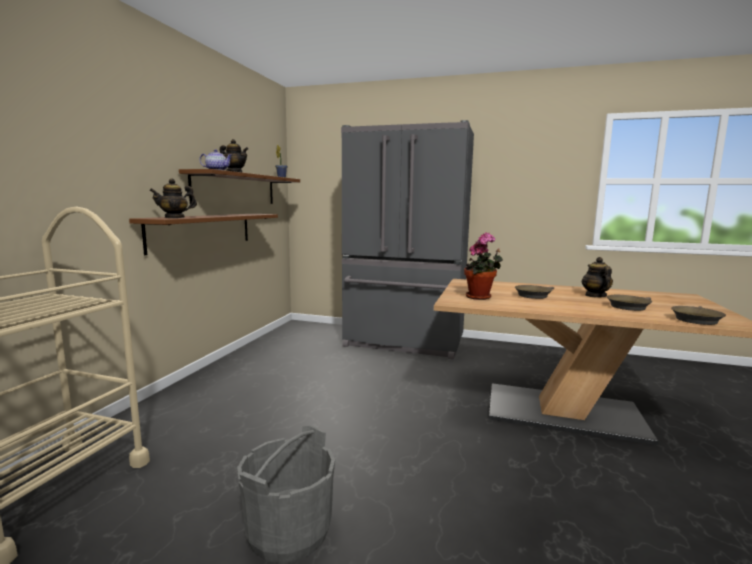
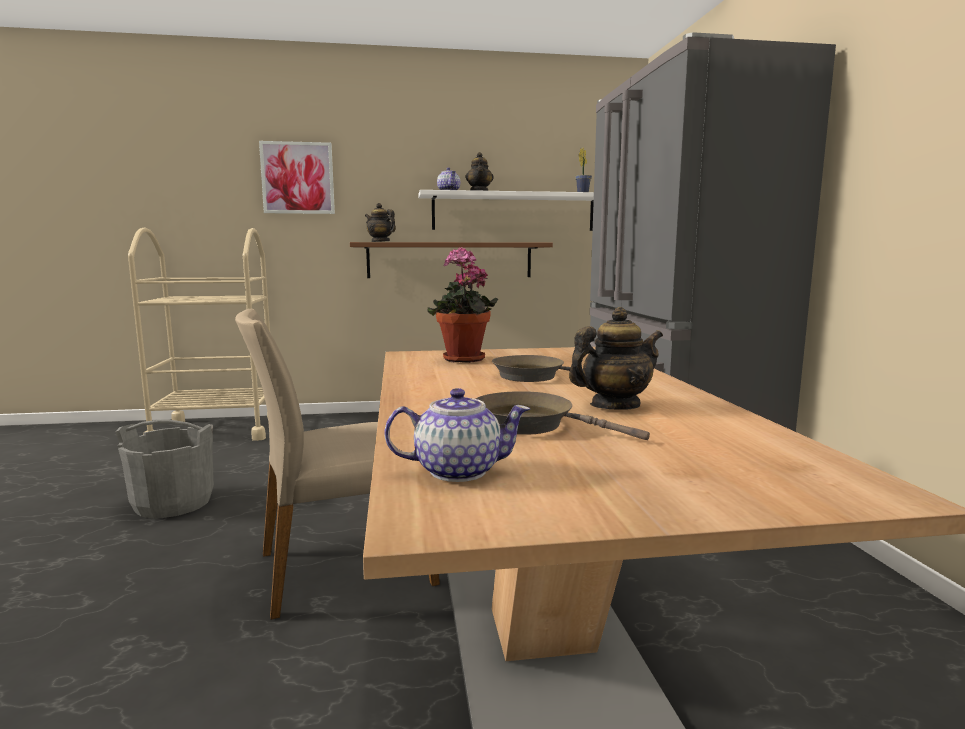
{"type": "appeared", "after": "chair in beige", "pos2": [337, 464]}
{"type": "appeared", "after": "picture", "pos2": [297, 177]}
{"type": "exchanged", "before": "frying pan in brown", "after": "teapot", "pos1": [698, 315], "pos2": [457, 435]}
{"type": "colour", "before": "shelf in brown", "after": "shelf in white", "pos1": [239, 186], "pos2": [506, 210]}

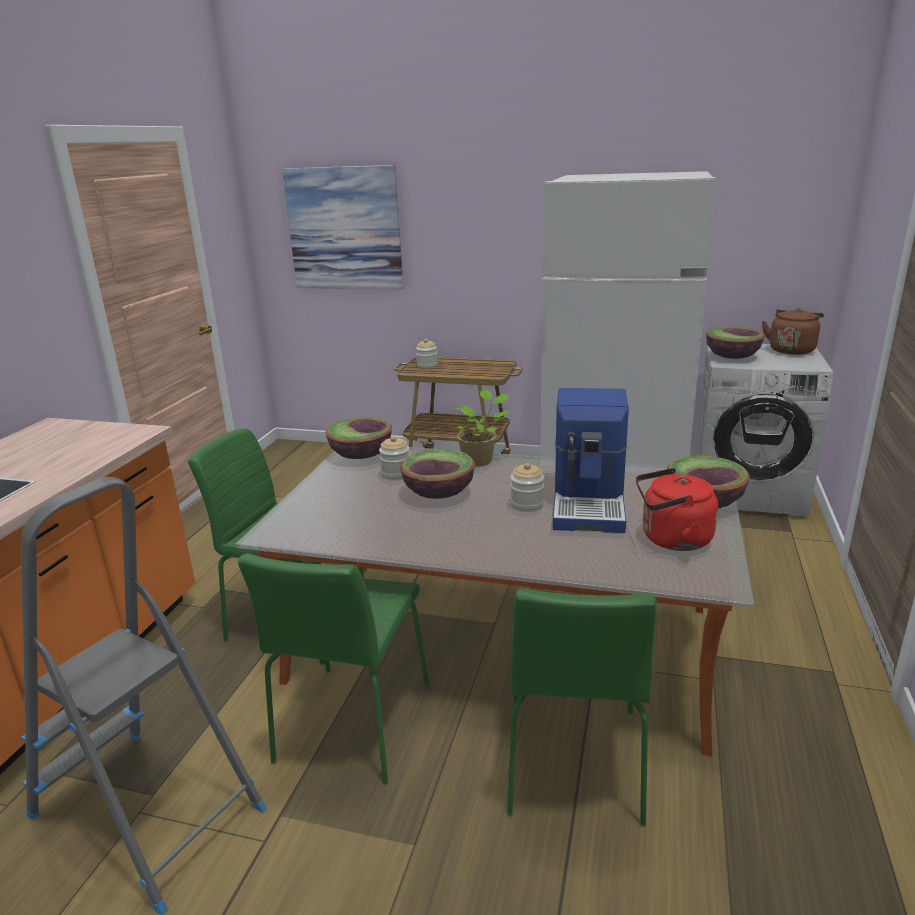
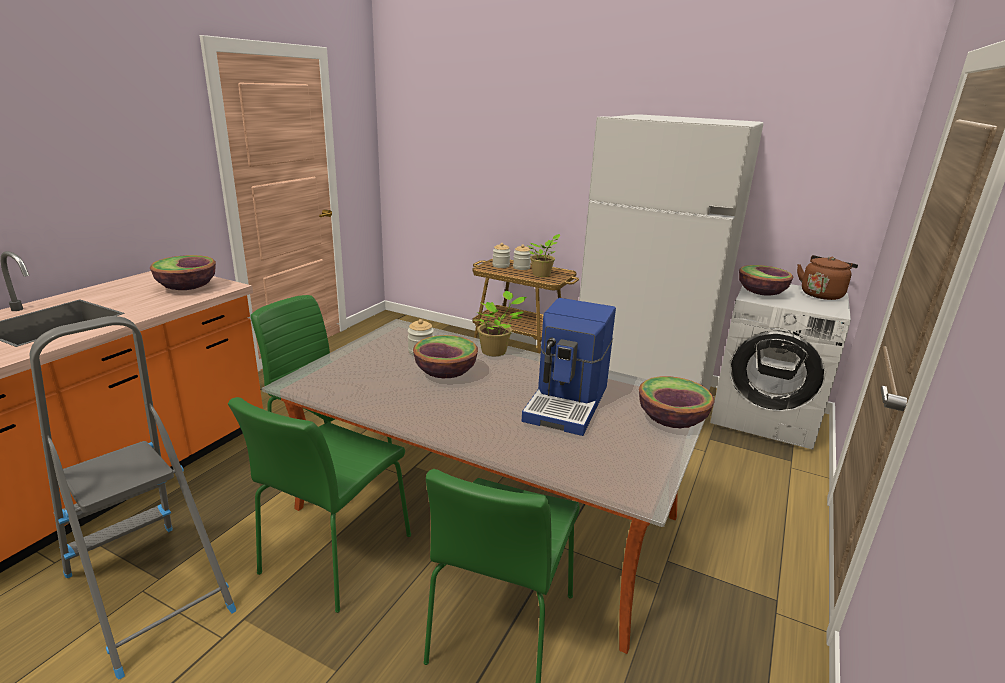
{"type": "relocated", "before": "bowl", "pos1": [359, 438], "pos2": [183, 272]}
{"type": "relocated", "before": "jar", "pos1": [527, 487], "pos2": [522, 257]}
{"type": "appeared", "after": "potted plant", "pos2": [544, 255]}
{"type": "missing", "before": "picture", "pos1": [342, 227]}
{"type": "missing", "before": "kettle in red", "pos1": [677, 509]}

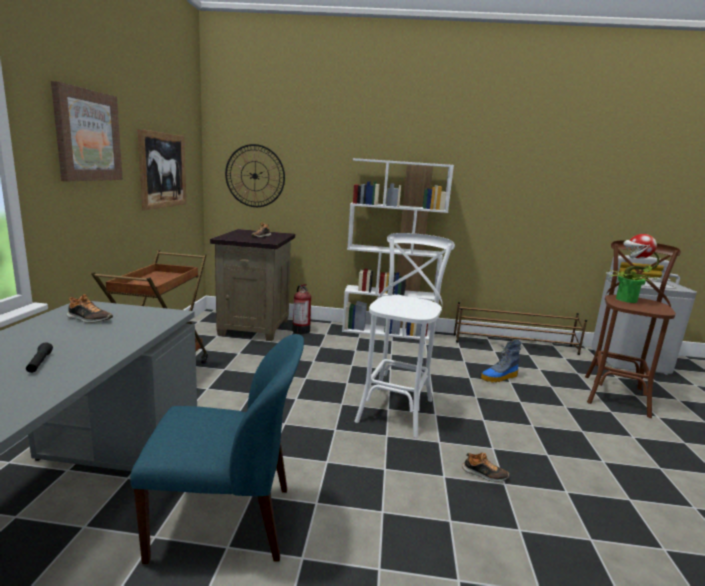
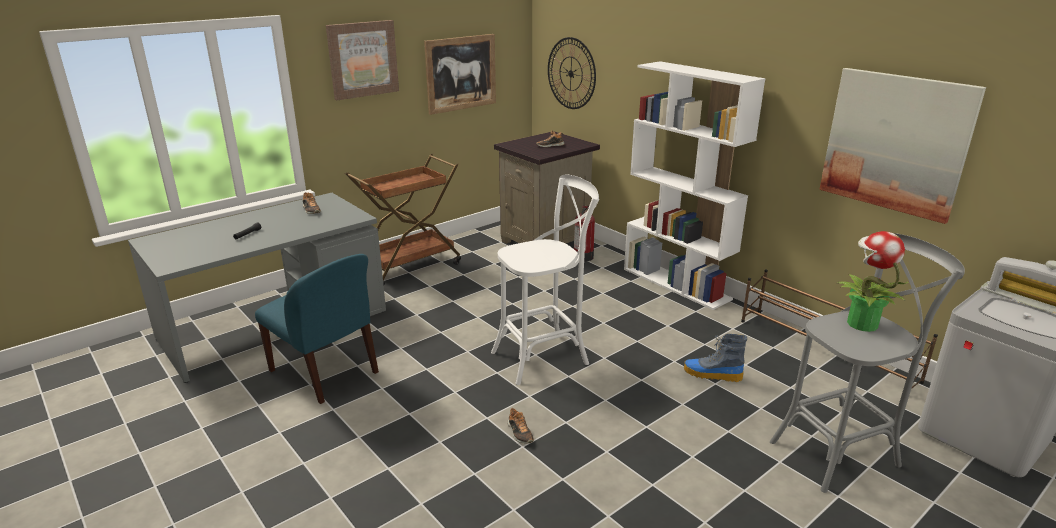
{"type": "colour", "before": "stool in brown", "after": "stool in grey", "pos1": [633, 329], "pos2": [867, 363]}
{"type": "appeared", "after": "picture", "pos2": [902, 146]}

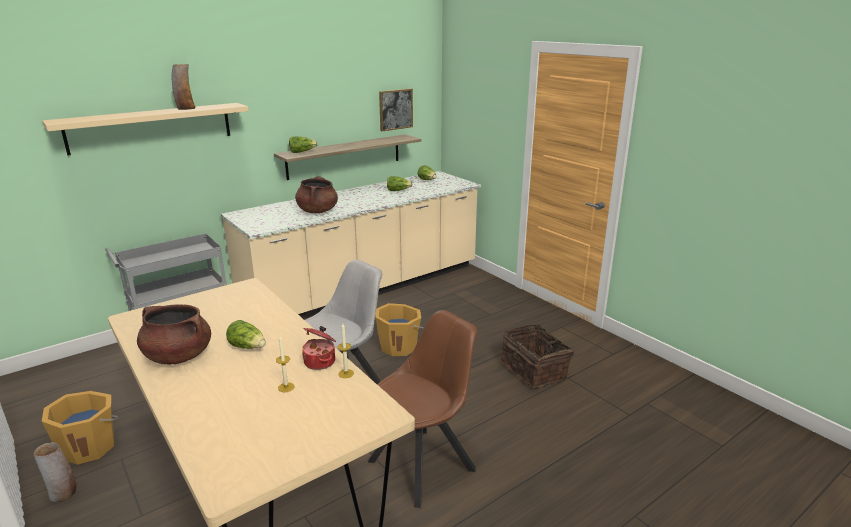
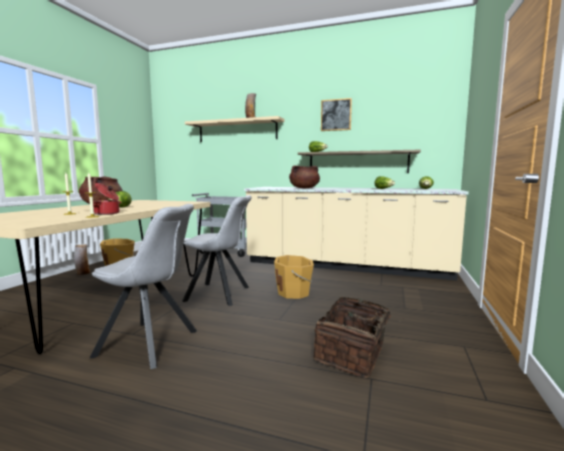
{"type": "colour", "before": "chair in brown", "after": "chair in grey", "pos1": [422, 409], "pos2": [143, 286]}
{"type": "relocated", "before": "picture", "pos1": [396, 110], "pos2": [336, 114]}

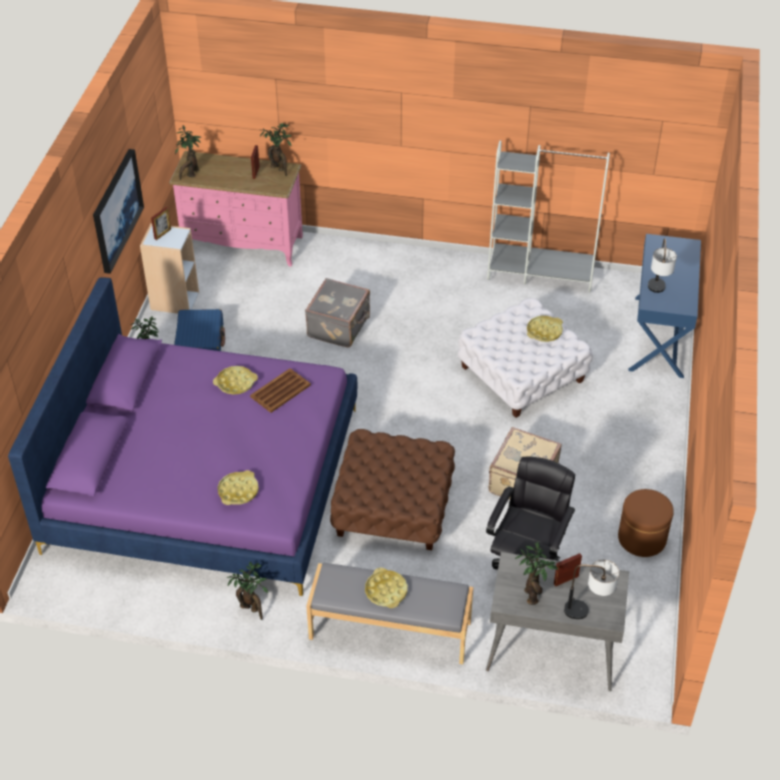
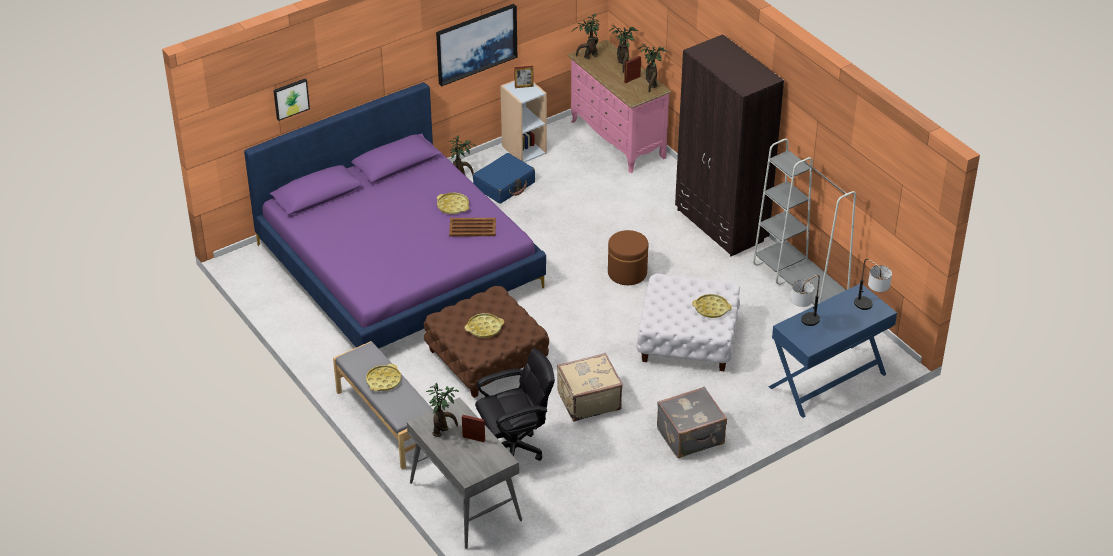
{"type": "appeared", "after": "picture", "pos2": [291, 100]}
{"type": "relocated", "before": "tray in yellow", "pos1": [238, 487], "pos2": [484, 325]}
{"type": "relocated", "before": "ottoman in brown", "pos1": [646, 523], "pos2": [628, 257]}
{"type": "relocated", "before": "potted plant", "pos1": [247, 591], "pos2": [624, 49]}
{"type": "relocated", "before": "suitcase in grey", "pos1": [337, 313], "pos2": [692, 422]}
{"type": "appeared", "after": "wardrobe in brown", "pos2": [729, 145]}
{"type": "relocated", "before": "table lamp", "pos1": [591, 589], "pos2": [873, 284]}

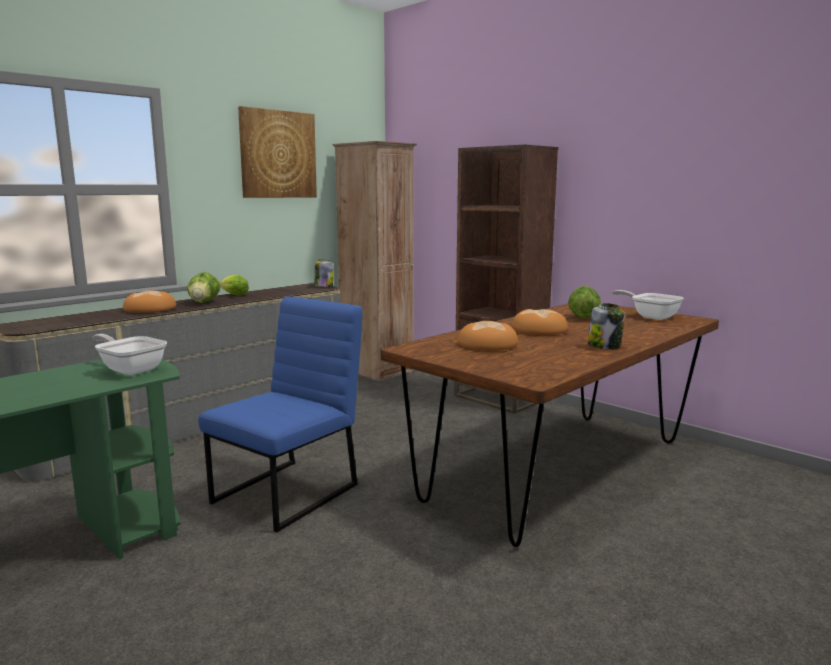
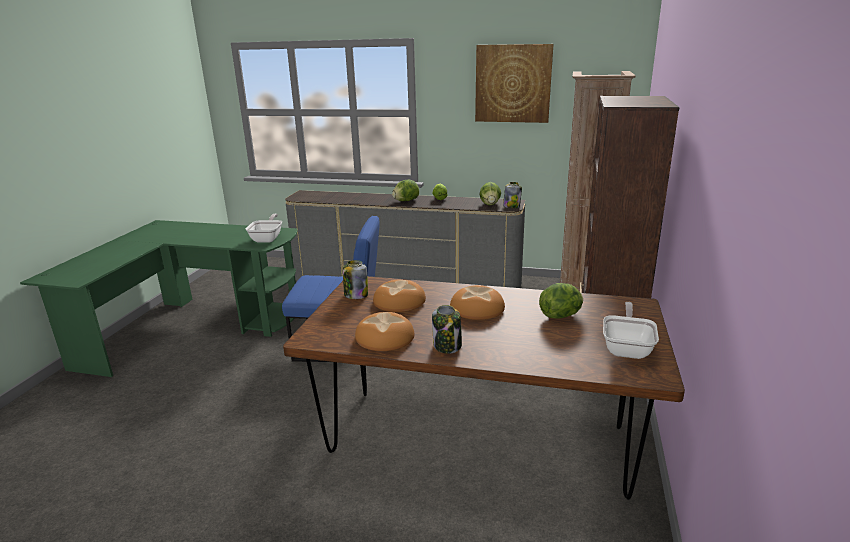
{"type": "appeared", "after": "jar", "pos2": [355, 279]}
{"type": "relocated", "before": "bread", "pos1": [149, 301], "pos2": [384, 331]}
{"type": "appeared", "after": "lettuce", "pos2": [490, 193]}

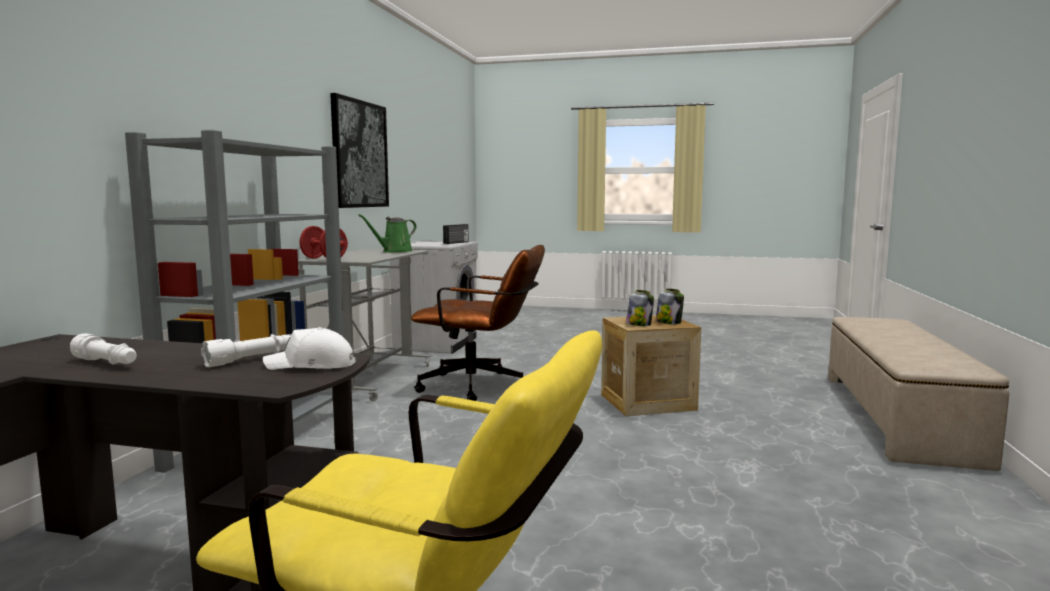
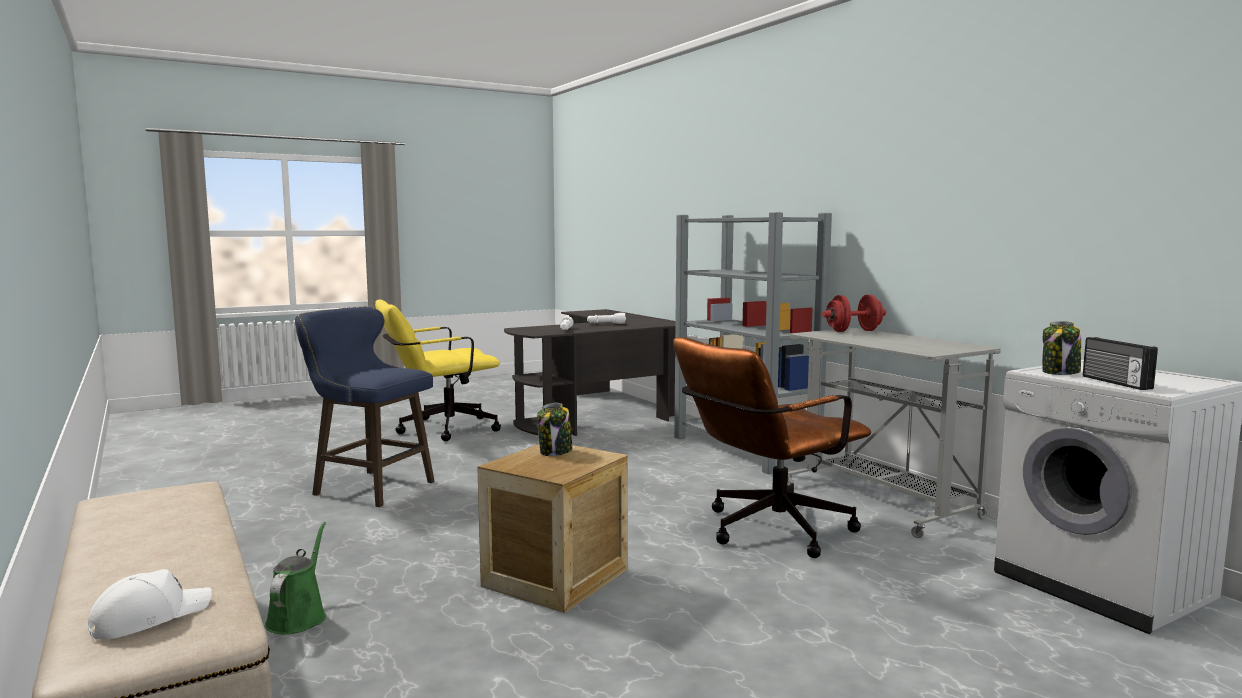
{"type": "relocated", "before": "cap in white", "pos1": [309, 348], "pos2": [150, 604]}
{"type": "relocated", "before": "watering can in green", "pos1": [387, 233], "pos2": [295, 578]}
{"type": "appeared", "after": "stool in blue", "pos2": [365, 406]}
{"type": "relocated", "before": "jar", "pos1": [670, 306], "pos2": [1061, 348]}
{"type": "missing", "before": "picture", "pos1": [359, 150]}

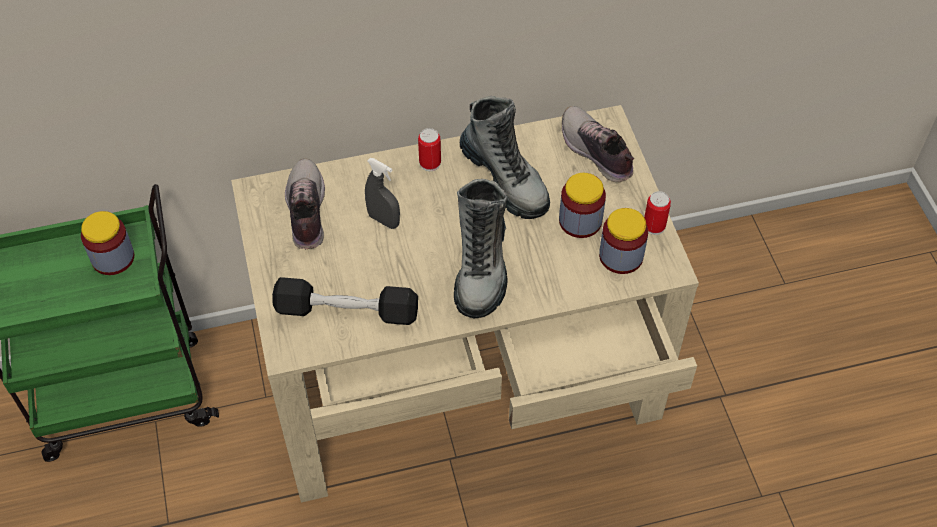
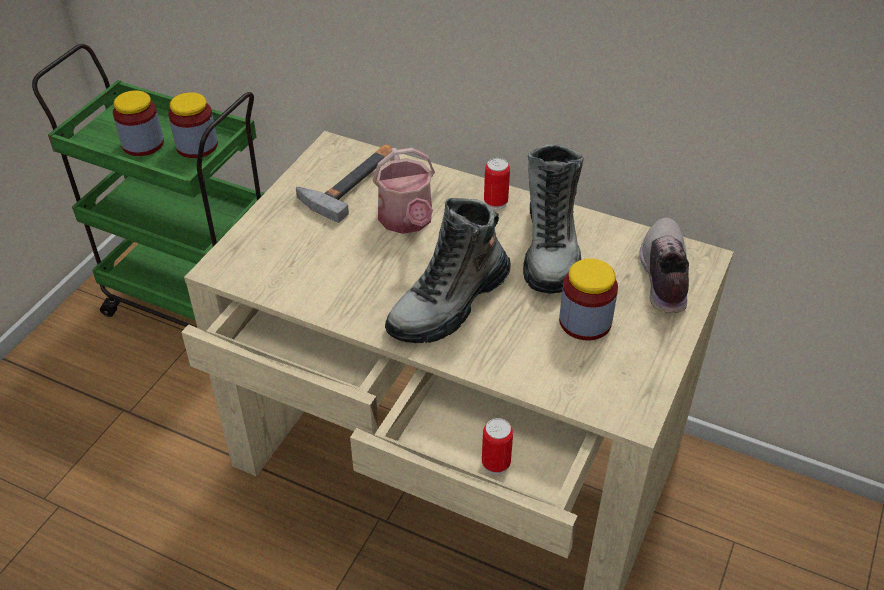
{"type": "relocated", "before": "jar", "pos1": [623, 241], "pos2": [138, 123]}
{"type": "exchanged", "before": "shoe", "after": "hammer", "pos1": [305, 204], "pos2": [344, 184]}
{"type": "exchanged", "before": "spray bottle in grey", "after": "watering can", "pos1": [382, 193], "pos2": [404, 191]}
{"type": "relocated", "before": "can", "pos1": [657, 213], "pos2": [497, 446]}
{"type": "missing", "before": "dumbbell in black", "pos1": [345, 301]}

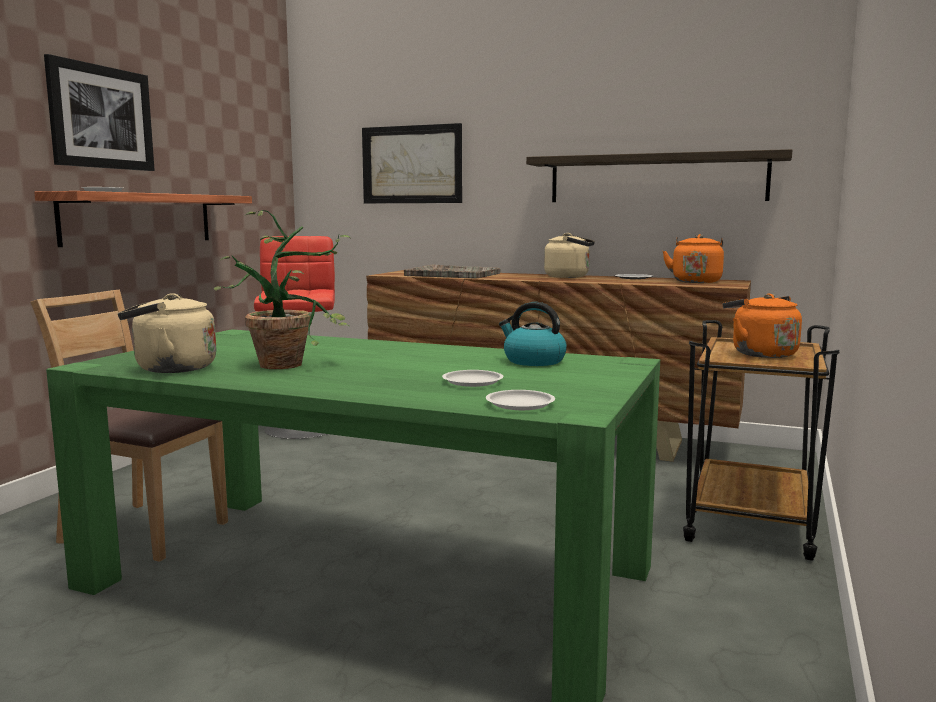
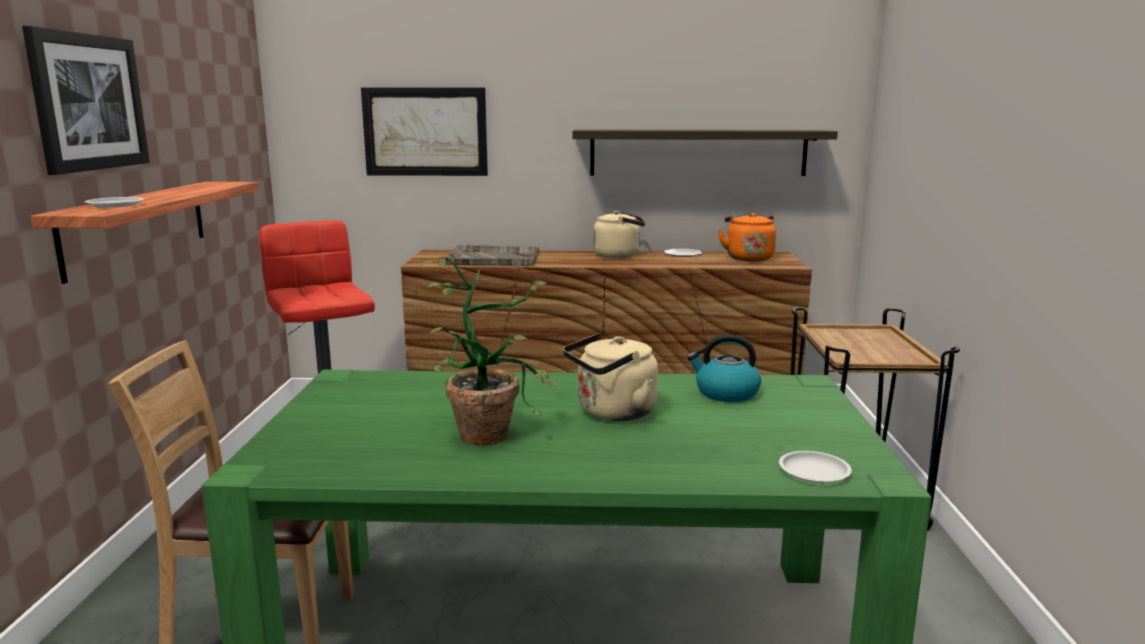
{"type": "relocated", "before": "kettle in beige", "pos1": [167, 333], "pos2": [610, 377]}
{"type": "missing", "before": "plate in white", "pos1": [473, 378]}
{"type": "missing", "before": "kettle in orange", "pos1": [762, 325]}

